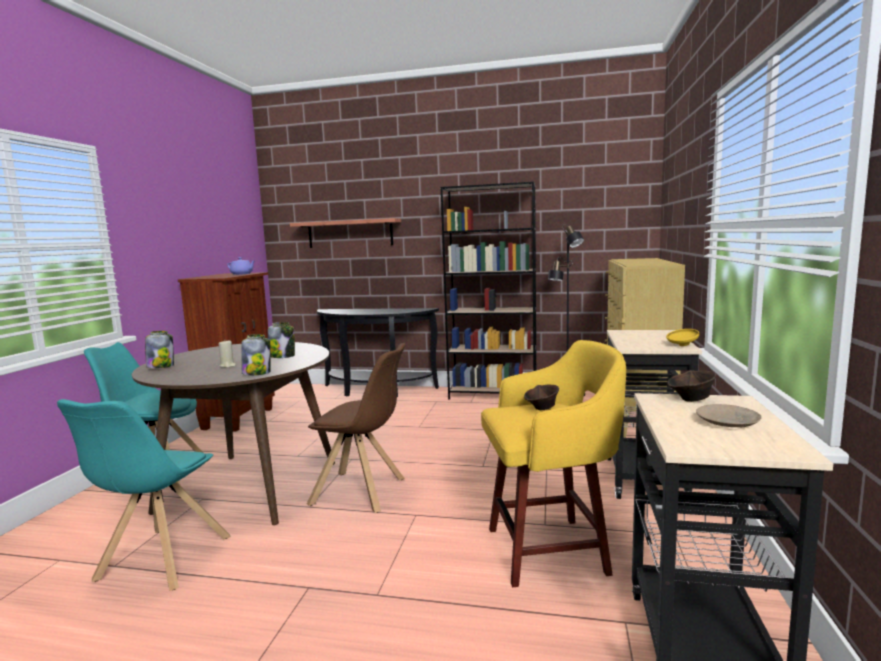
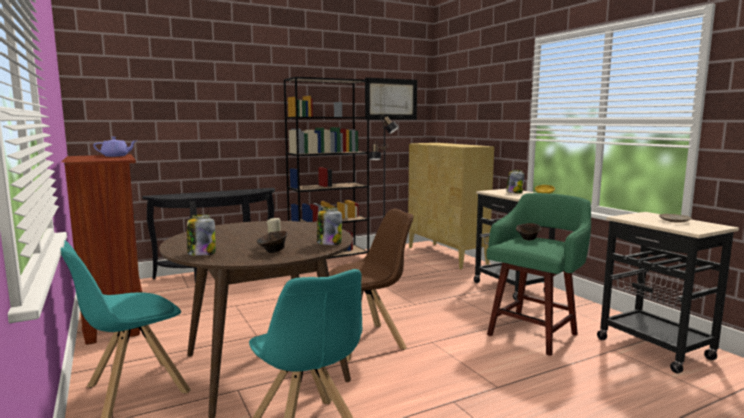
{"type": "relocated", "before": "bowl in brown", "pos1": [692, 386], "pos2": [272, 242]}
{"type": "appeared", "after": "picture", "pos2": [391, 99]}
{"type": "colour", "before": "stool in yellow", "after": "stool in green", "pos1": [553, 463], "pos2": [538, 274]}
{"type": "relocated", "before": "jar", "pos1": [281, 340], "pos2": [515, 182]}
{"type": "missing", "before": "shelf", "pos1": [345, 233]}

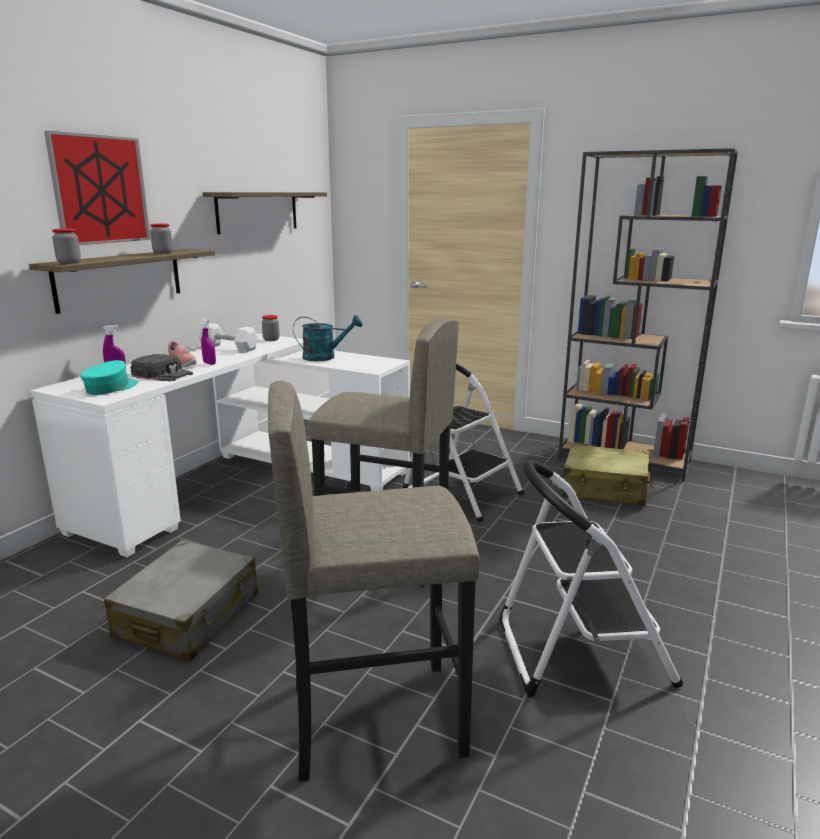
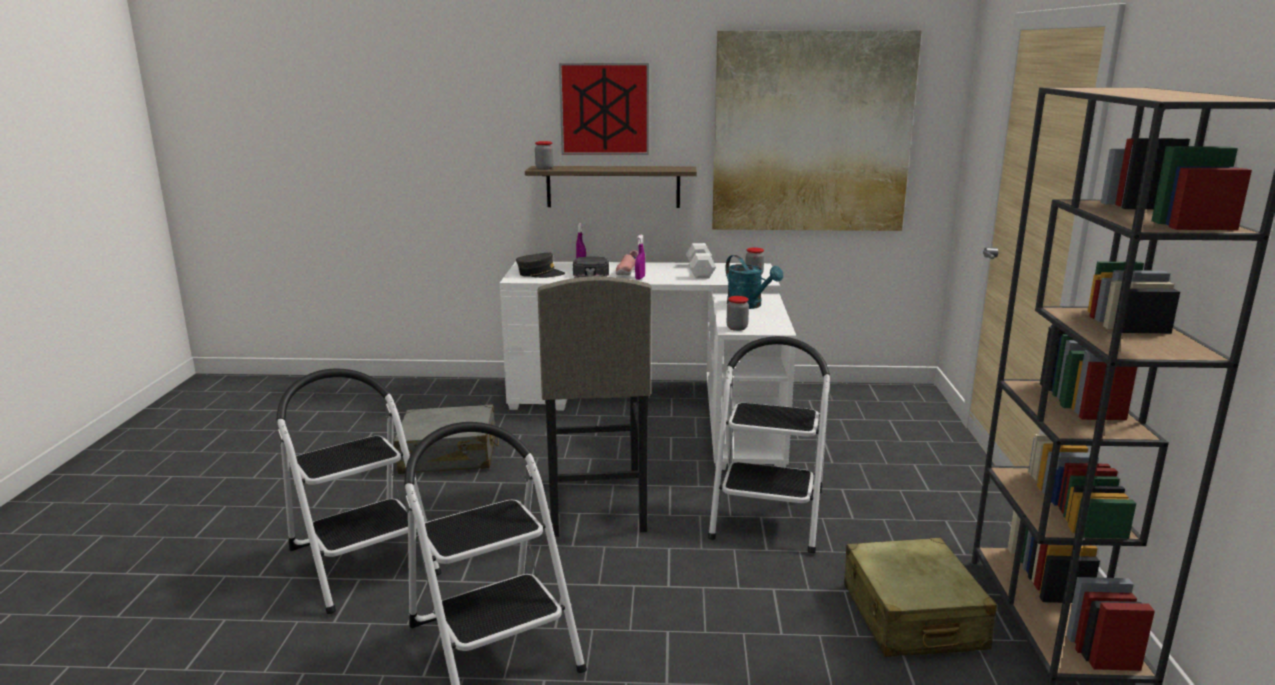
{"type": "exchanged", "before": "stool in grey", "after": "step ladder", "pos1": [374, 581], "pos2": [359, 491]}
{"type": "colour", "before": "cap in turquoise", "after": "cap in grey", "pos1": [109, 377], "pos2": [540, 265]}
{"type": "exchanged", "before": "shelf", "after": "picture", "pos1": [265, 213], "pos2": [817, 130]}
{"type": "relocated", "before": "jar", "pos1": [161, 238], "pos2": [738, 313]}

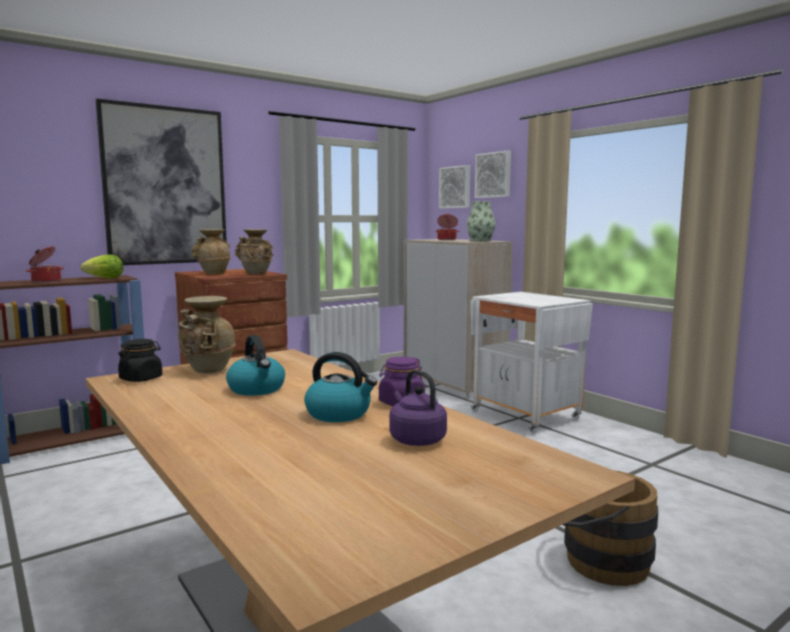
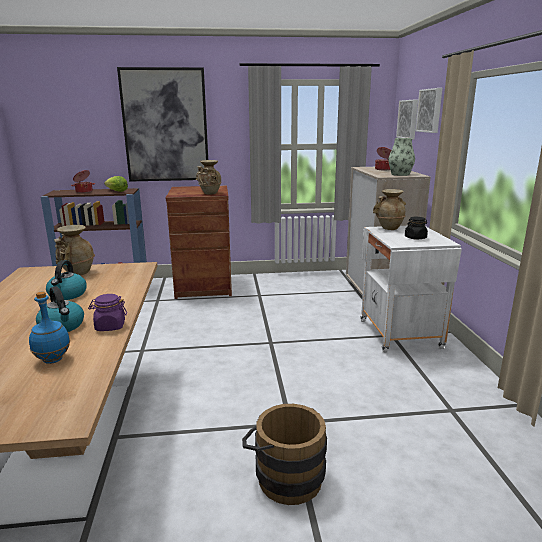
{"type": "exchanged", "before": "kettle in purple", "after": "bottle in blue", "pos1": [418, 408], "pos2": [49, 328]}
{"type": "relocated", "before": "vase in beige", "pos1": [211, 252], "pos2": [389, 209]}
{"type": "relocated", "before": "jar in black", "pos1": [140, 360], "pos2": [416, 228]}

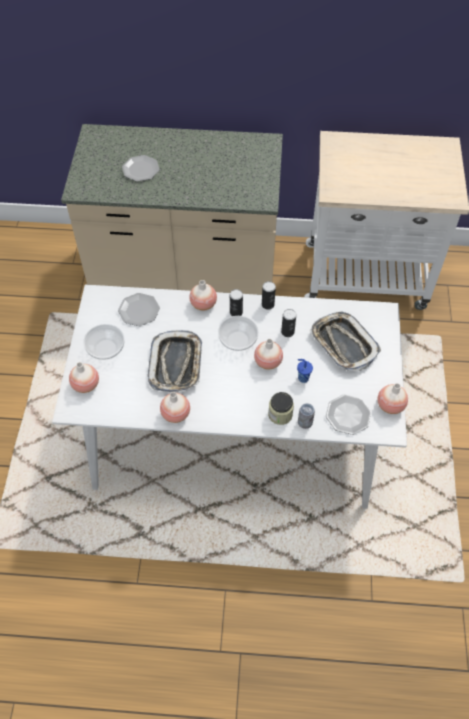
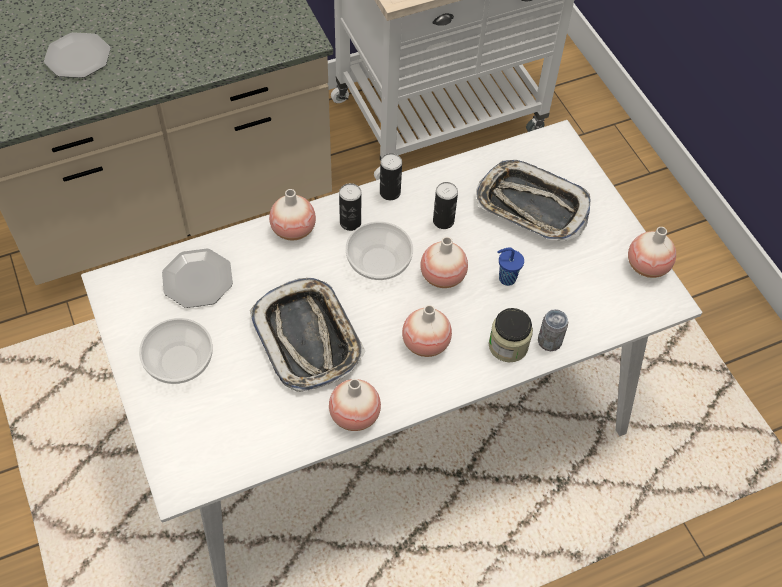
{"type": "relocated", "before": "vase", "pos1": [84, 377], "pos2": [427, 331]}
{"type": "missing", "before": "plate", "pos1": [348, 415]}

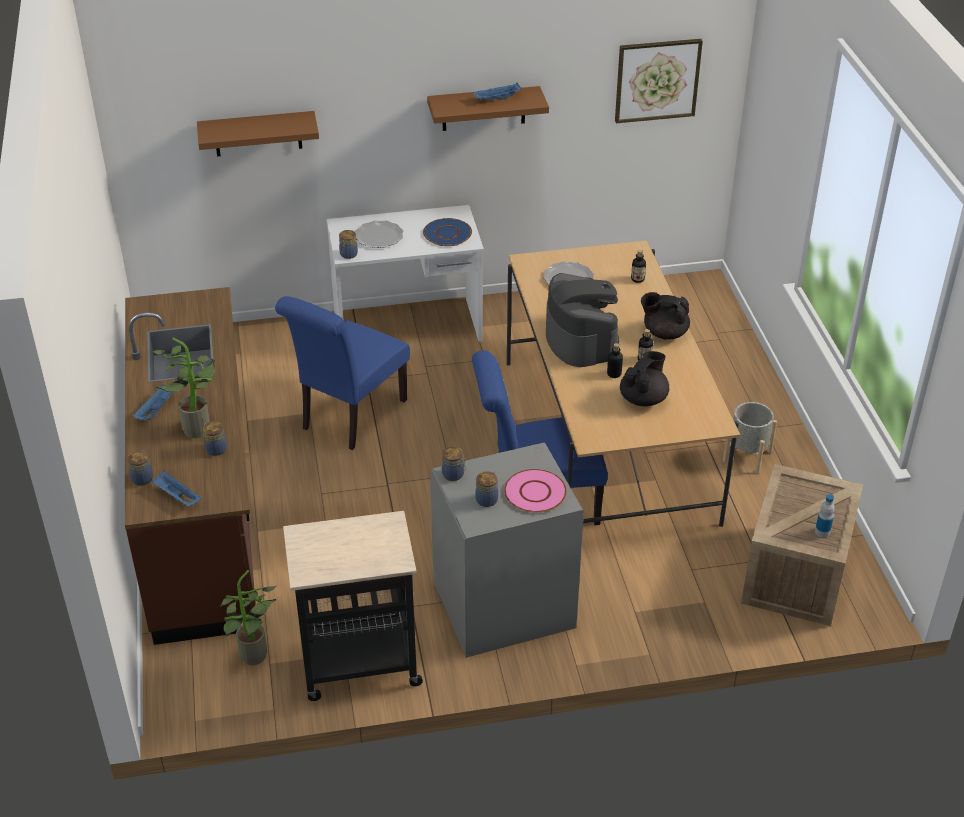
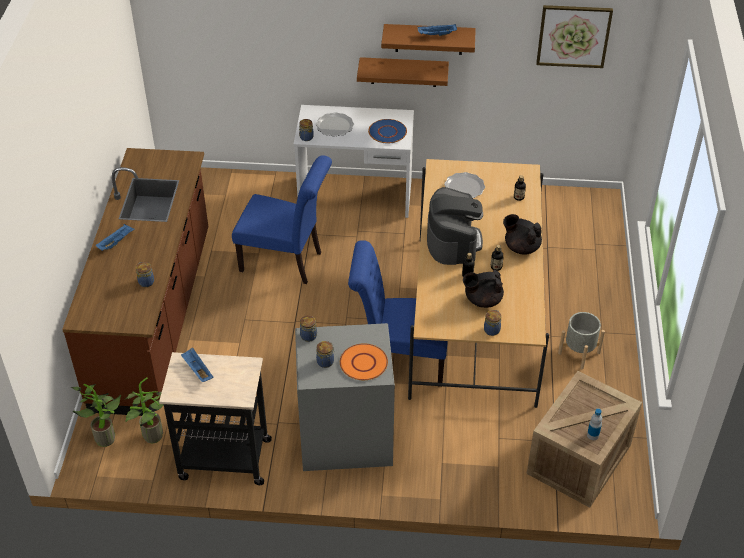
{"type": "relocated", "before": "potted plant", "pos1": [182, 388], "pos2": [96, 415]}
{"type": "relocated", "before": "tray in blue", "pos1": [176, 488], "pos2": [197, 365]}
{"type": "spun", "before": "chair in blue", "pos1": [342, 373], "pos2": [282, 219], "turn": -120}
{"type": "colour", "before": "plate in pink", "after": "plate in orange", "pos1": [535, 490], "pos2": [364, 361]}
{"type": "relocated", "before": "shelf in brown", "pos1": [258, 133], "pos2": [403, 72]}
{"type": "spun", "before": "teapot in black", "pos1": [644, 379], "pos2": [483, 288], "turn": -150}
{"type": "relocated", "before": "jar", "pos1": [140, 468], "pos2": [492, 323]}

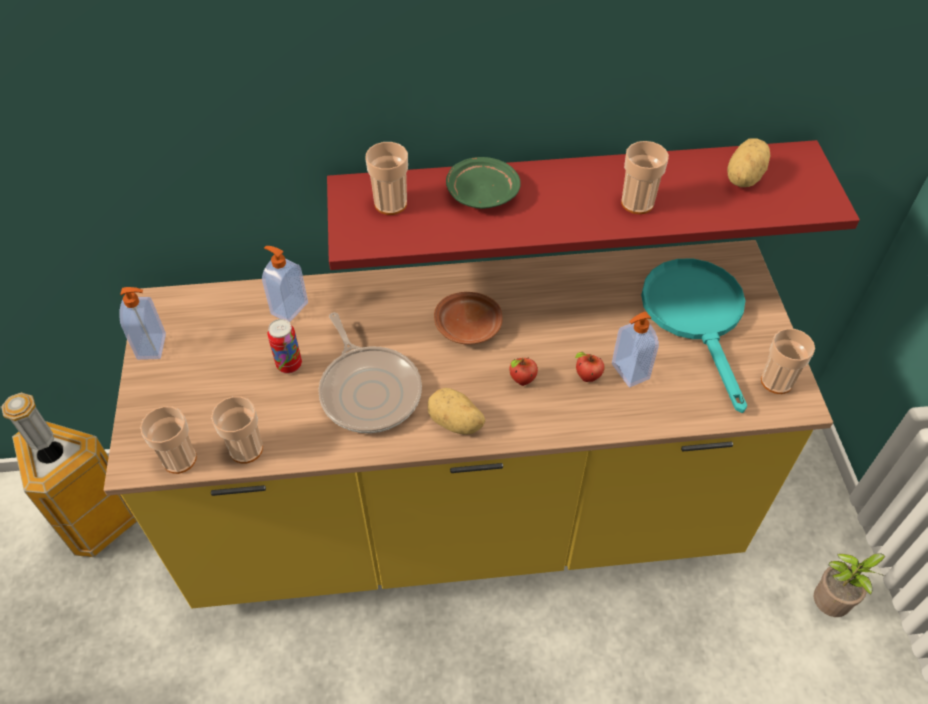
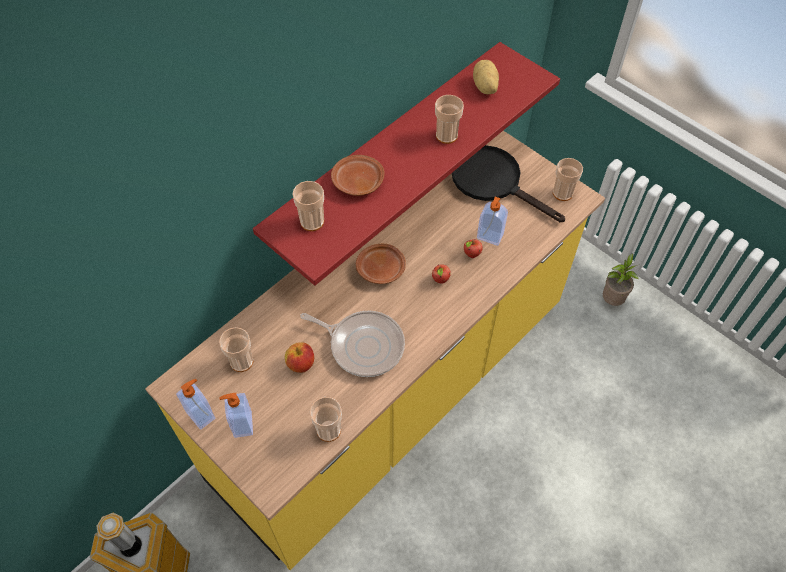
{"type": "relocated", "before": "cup", "pos1": [168, 440], "pos2": [236, 349]}
{"type": "relocated", "before": "soap dispenser", "pos1": [285, 284], "pos2": [236, 415]}
{"type": "exchanged", "before": "can", "after": "apple", "pos1": [285, 346], "pos2": [299, 357]}
{"type": "colour", "before": "plate in green", "after": "plate in brown", "pos1": [483, 183], "pos2": [358, 175]}
{"type": "colour", "before": "frying pan in turquoise", "after": "frying pan in black", "pos1": [694, 336], "pos2": [508, 183]}
{"type": "missing", "before": "potato", "pos1": [456, 411]}

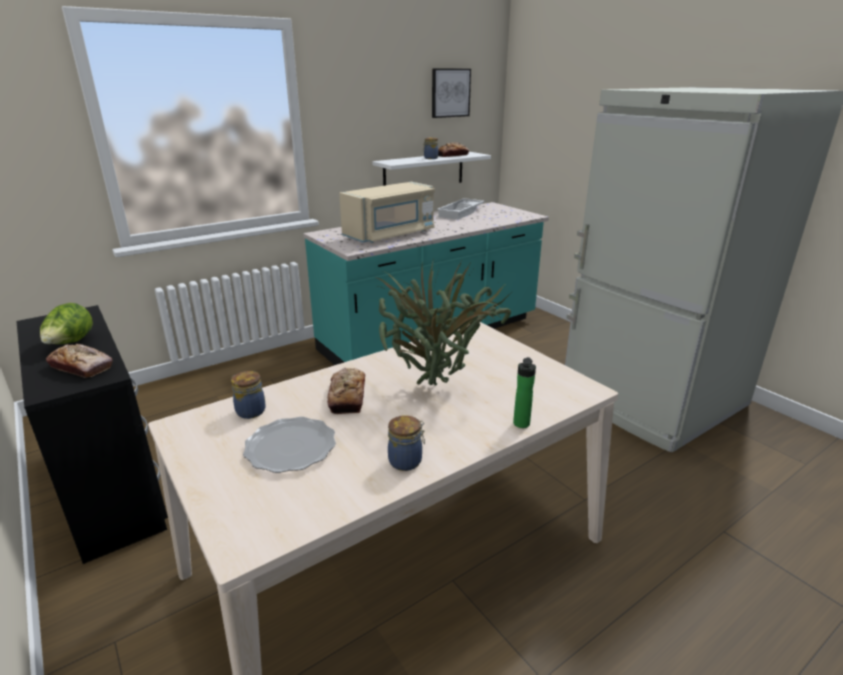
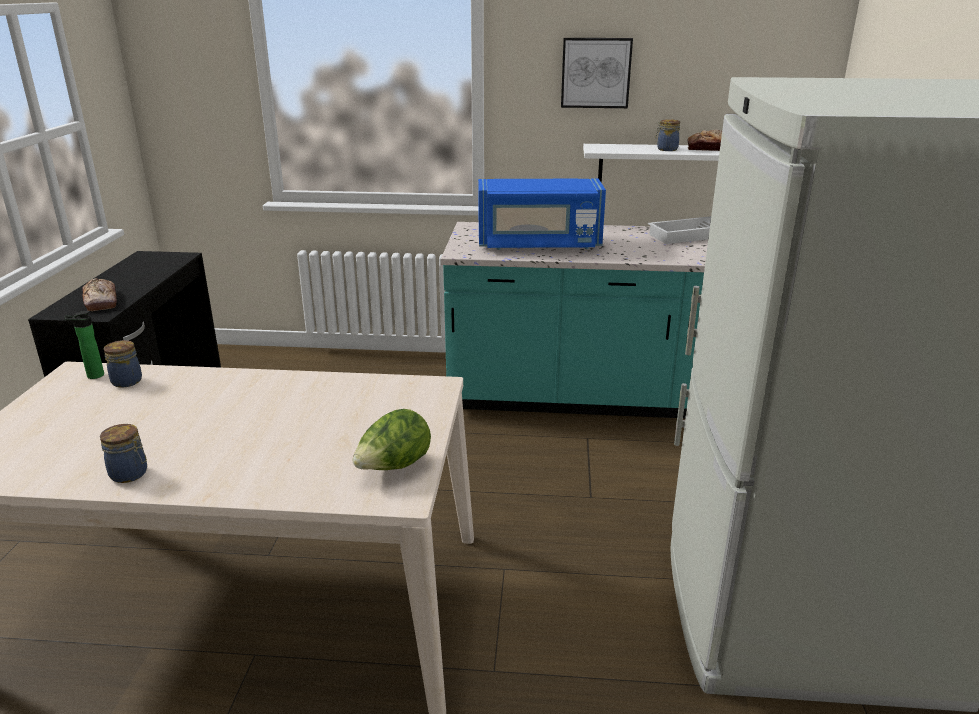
{"type": "relocated", "before": "bottle", "pos1": [524, 392], "pos2": [84, 345]}
{"type": "relocated", "before": "lettuce", "pos1": [66, 323], "pos2": [392, 439]}
{"type": "colour", "before": "microwave in beige", "after": "microwave in blue", "pos1": [387, 212], "pos2": [542, 214]}
{"type": "relocated", "before": "picture", "pos1": [451, 93], "pos2": [597, 73]}
{"type": "missing", "before": "plate", "pos1": [289, 445]}
{"type": "missing", "before": "bread", "pos1": [346, 391]}
{"type": "missing", "before": "potted plant", "pos1": [443, 322]}

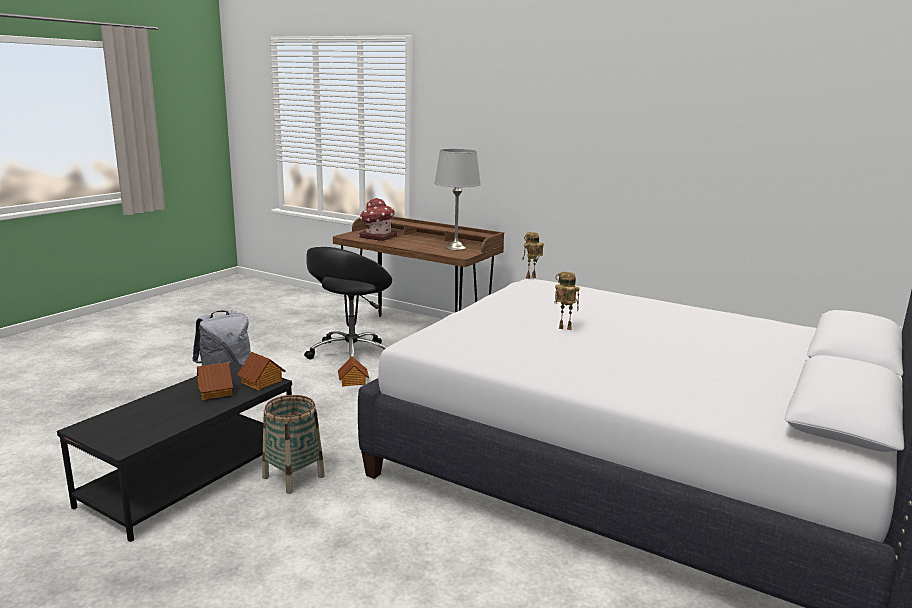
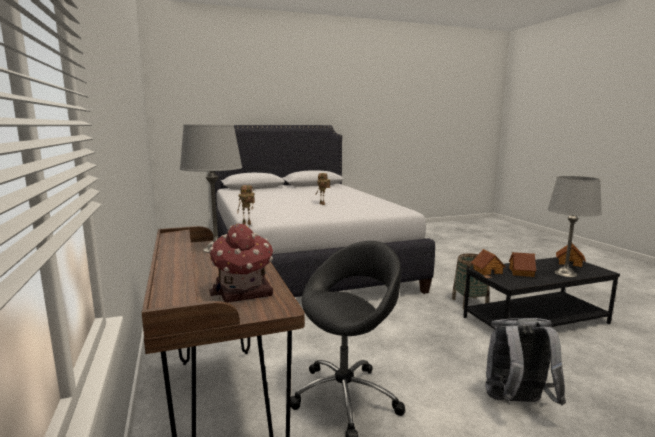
{"type": "appeared", "after": "table lamp in grey", "pos2": [575, 226]}
{"type": "relocated", "before": "toy house", "pos1": [353, 372], "pos2": [571, 255]}

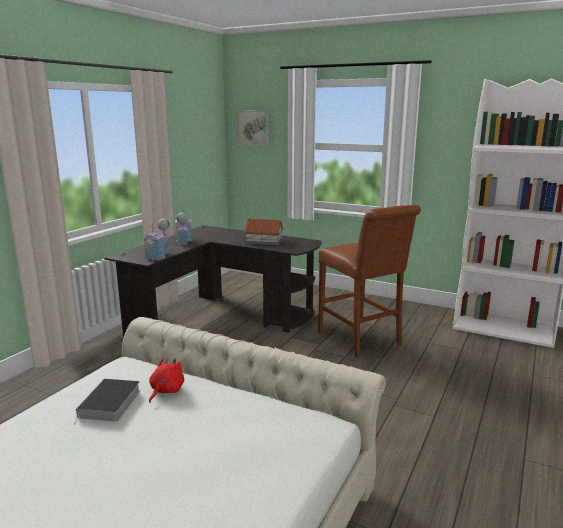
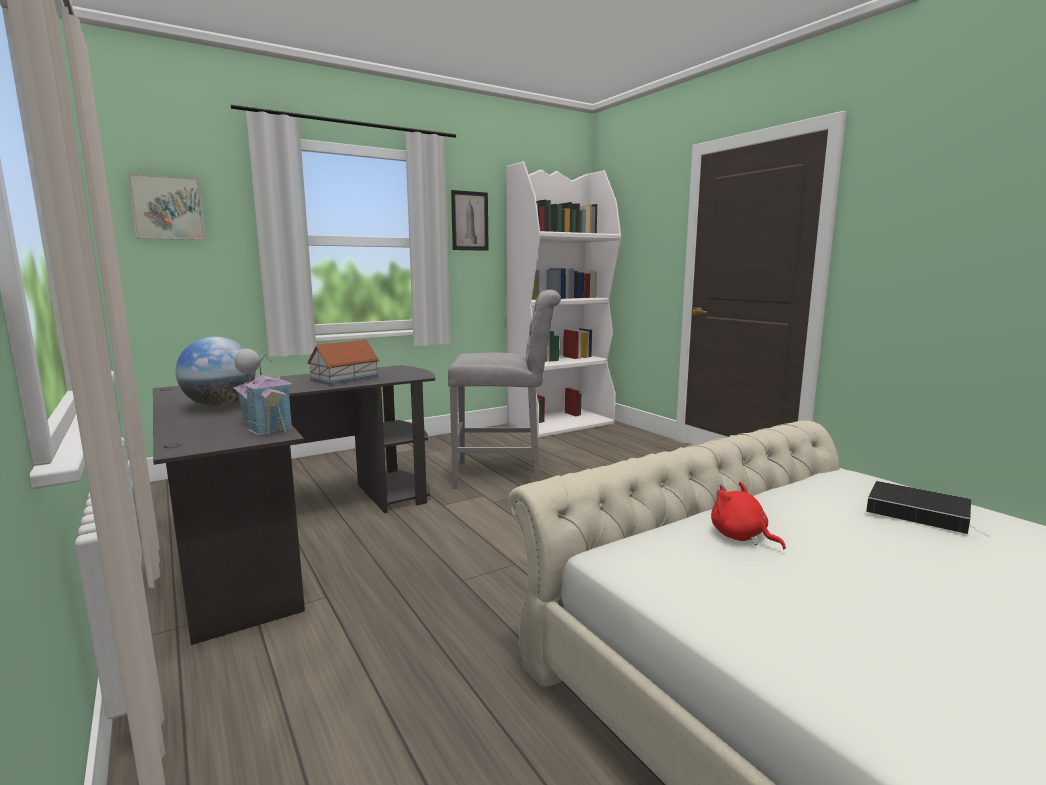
{"type": "exchanged", "before": "toy house", "after": "globe", "pos1": [183, 227], "pos2": [215, 371]}
{"type": "colour", "before": "stool in brown", "after": "stool in grey", "pos1": [369, 281], "pos2": [504, 389]}
{"type": "appeared", "after": "picture", "pos2": [470, 220]}
{"type": "relocated", "before": "book", "pos1": [107, 402], "pos2": [927, 509]}

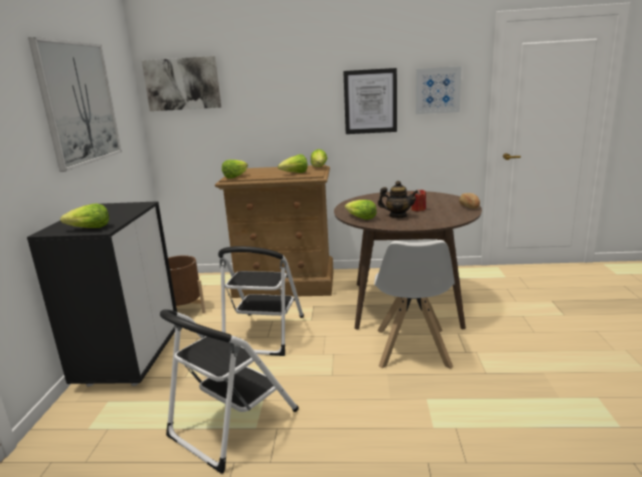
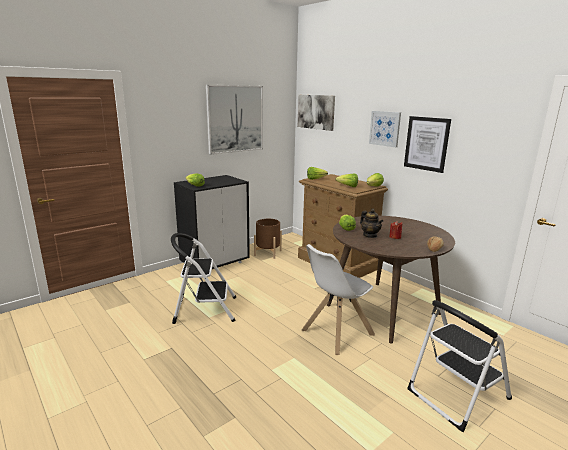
{"type": "relocated", "before": "picture", "pos1": [439, 90], "pos2": [385, 129]}
{"type": "relocated", "before": "step ladder", "pos1": [261, 301], "pos2": [459, 366]}

